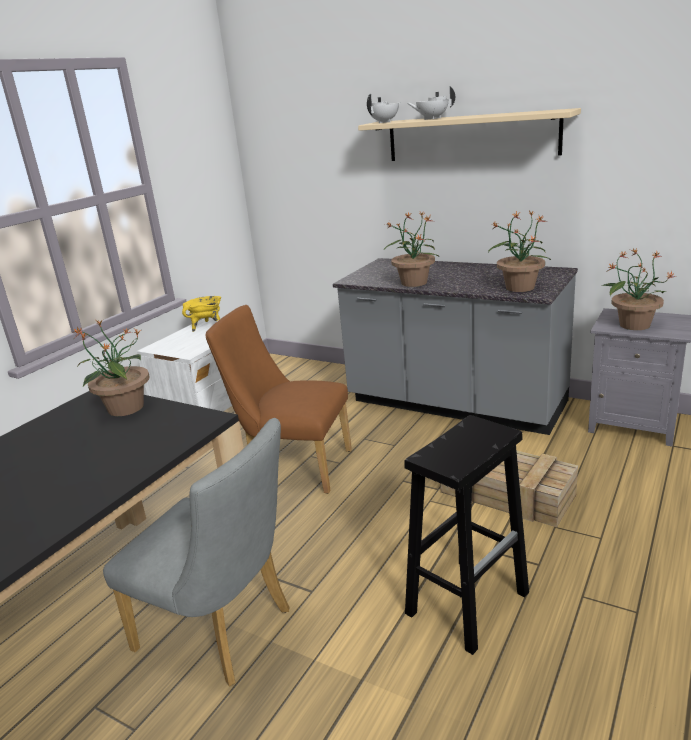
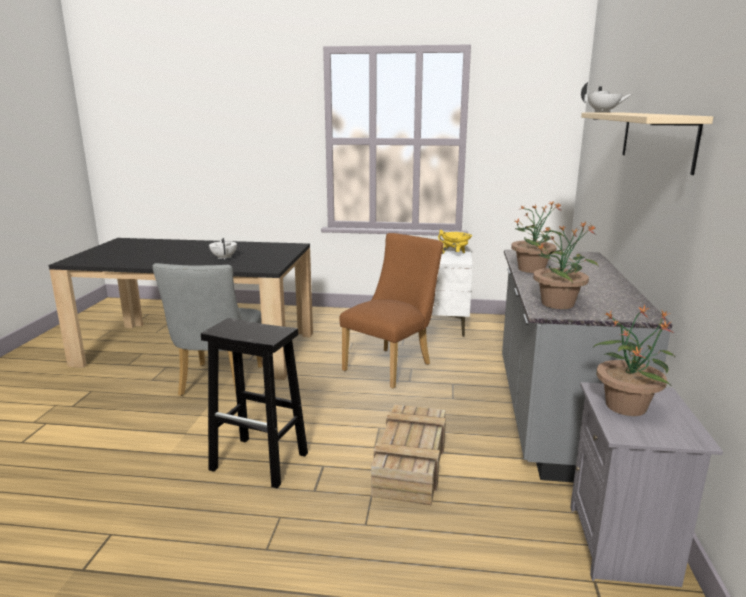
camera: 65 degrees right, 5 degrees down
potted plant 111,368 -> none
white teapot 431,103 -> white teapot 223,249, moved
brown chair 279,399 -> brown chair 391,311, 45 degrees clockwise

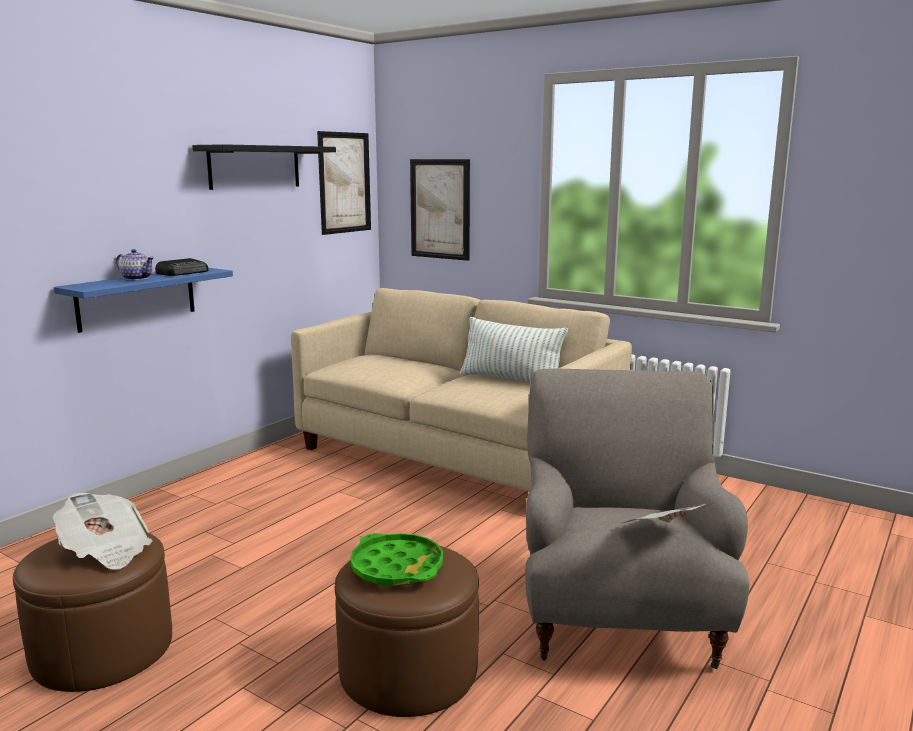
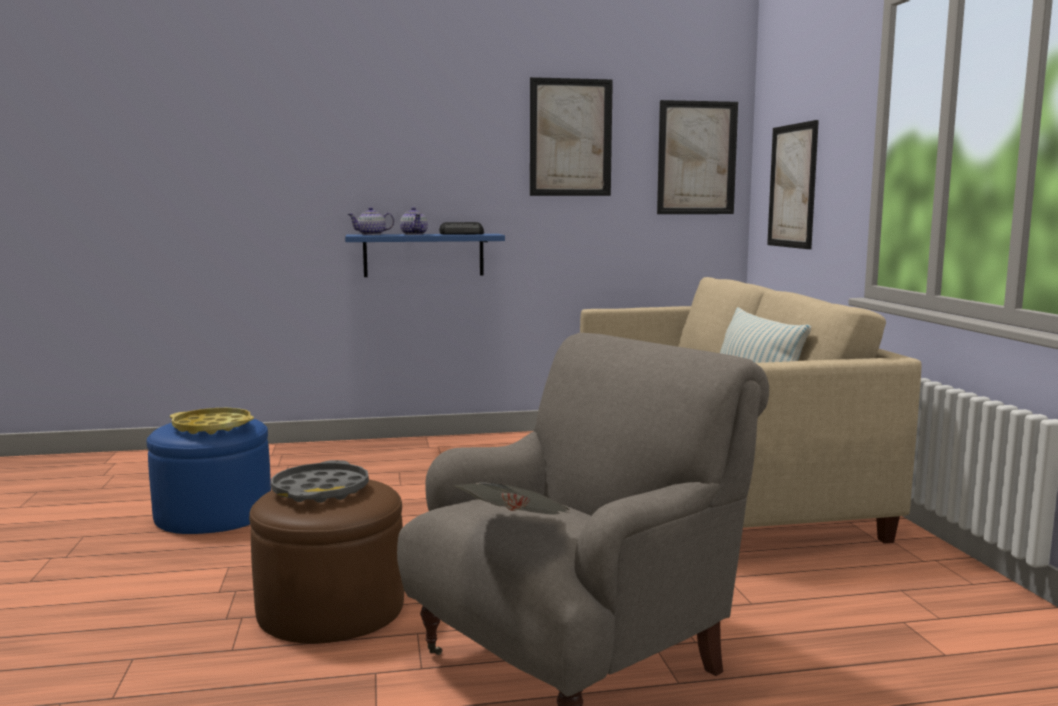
camera: 45 degrees right, 5 degrees down
none -> teapot 371,221
newspaper 102,531 -> yellow tray 212,421
black shelf 264,167 -> picture 571,136
brown ottoman 92,612 -> blue ottoman 209,476
green tray 396,560 -> grey tray 320,481

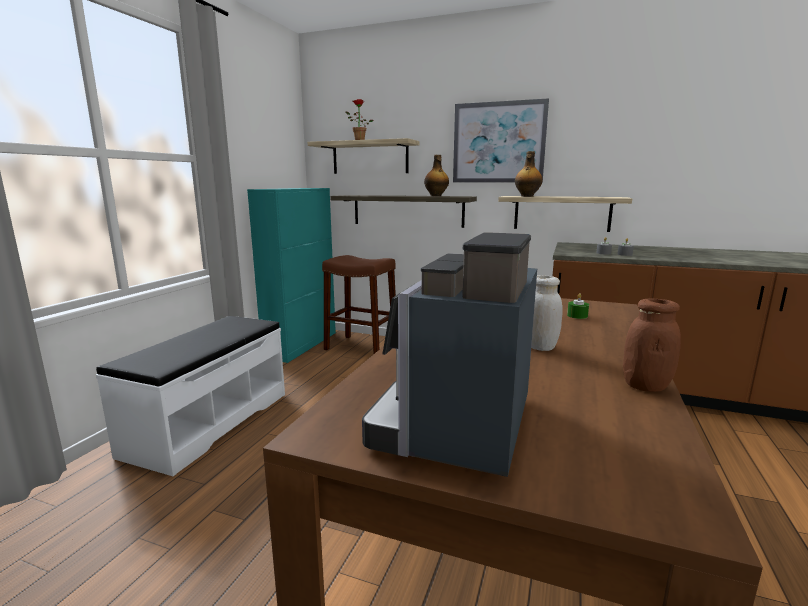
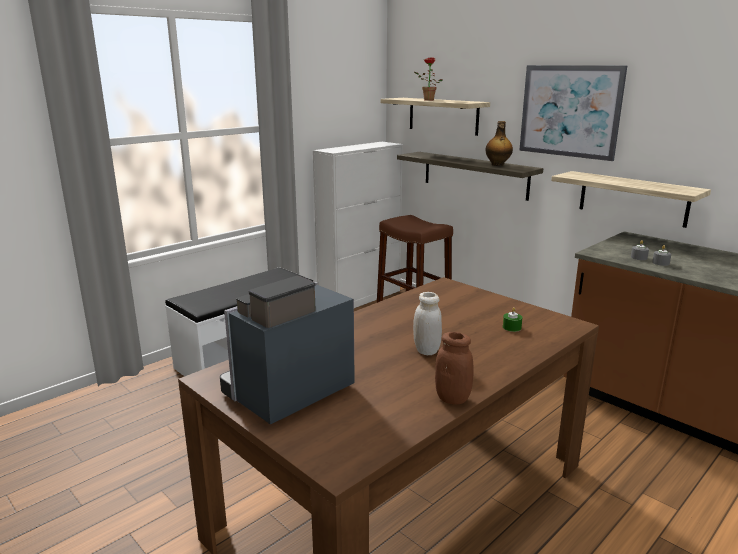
camera: 25 degrees right, 5 degrees up
bottle 528,174 -> none
turquoise cabinet 291,275 -> white cabinet 358,225

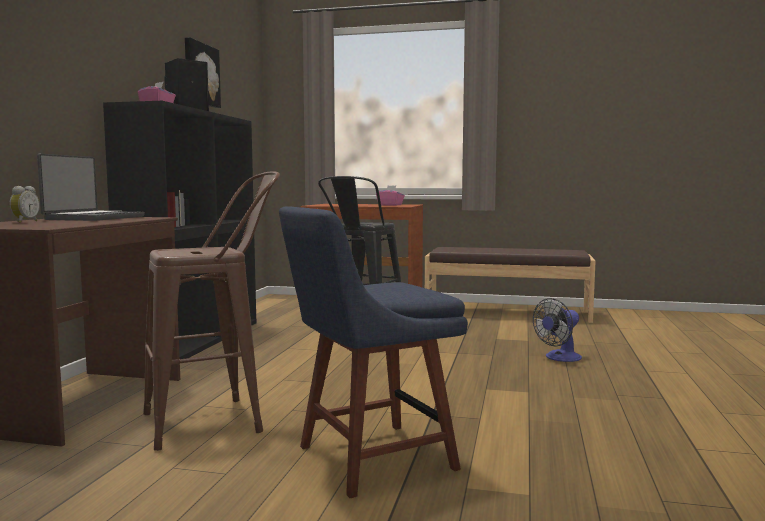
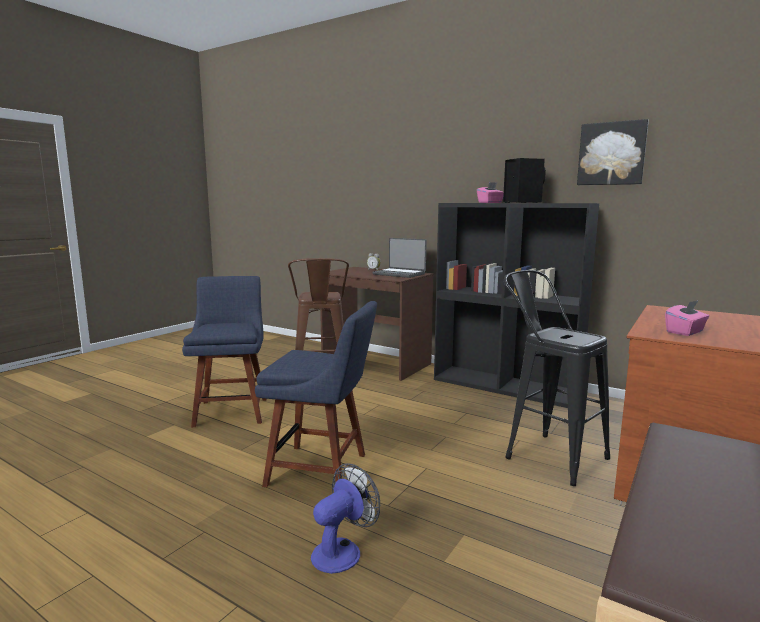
camera: 110 degrees right, 5 degrees up
none -> blue chair 316,394
fan 557,330 -> fan 345,518, 60 degrees clockwise

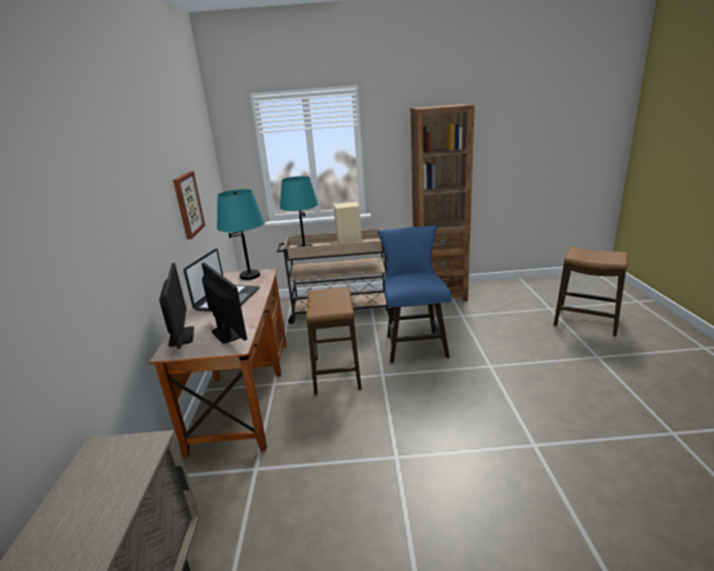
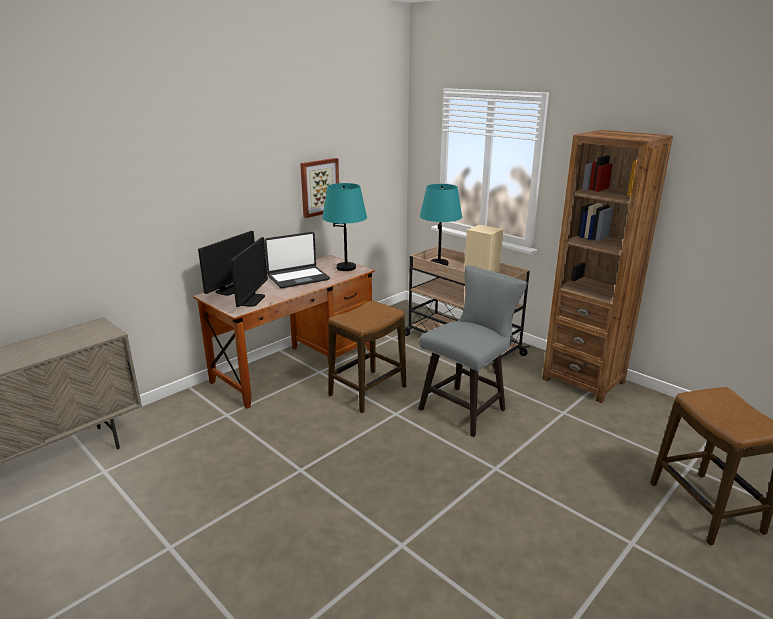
camera: 45 degrees right, 0 degrees up
blue chair 414,294 -> grey chair 472,351

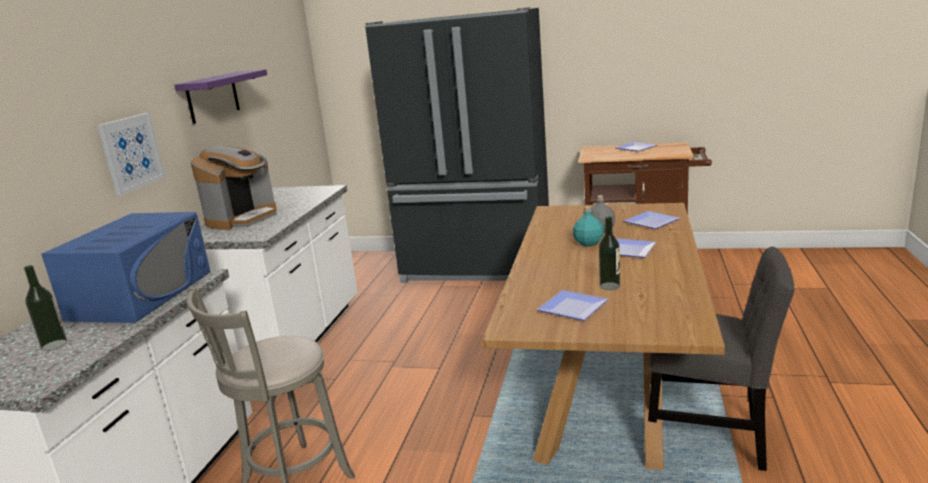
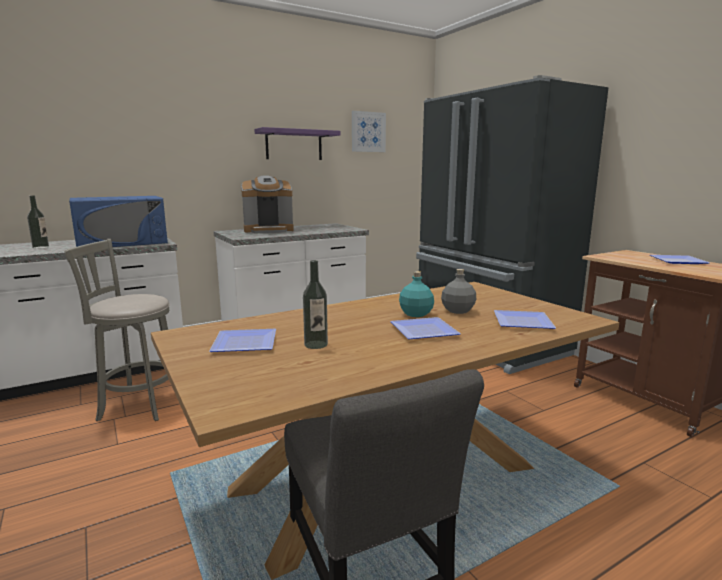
camera: 45 degrees right, 5 degrees down
picture 131,154 -> picture 369,131, moved

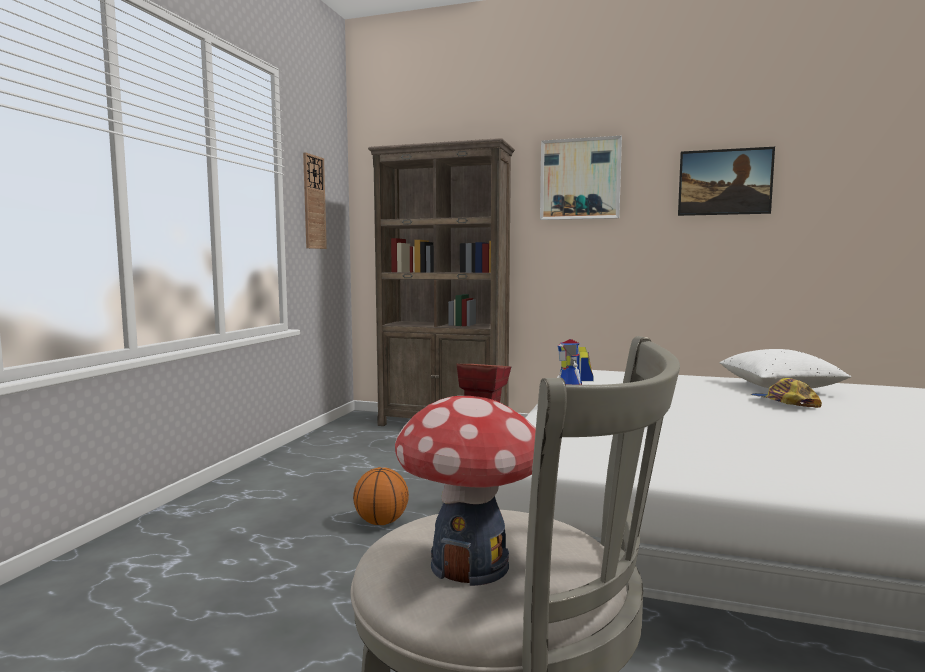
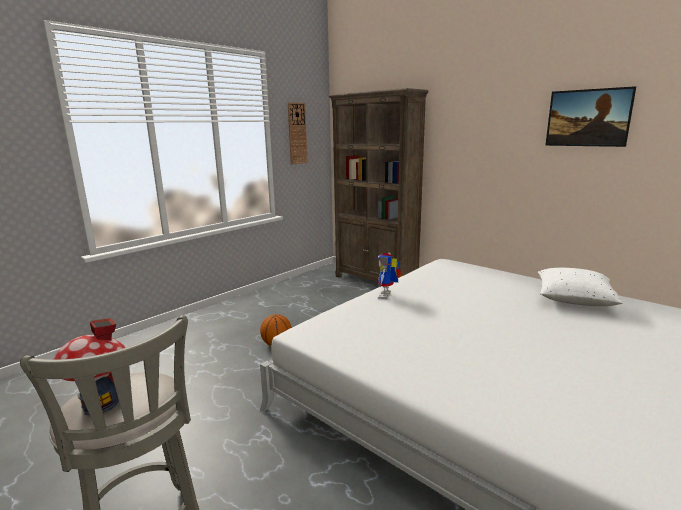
camera: 25 degrees right, 10 degrees up
picture 581,178 -> none
cap 786,393 -> none

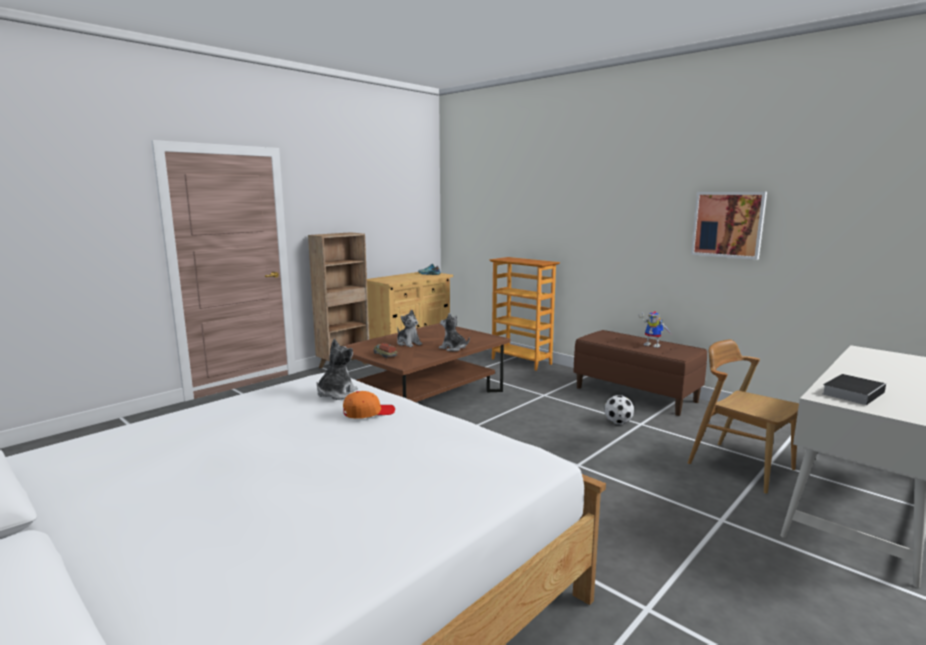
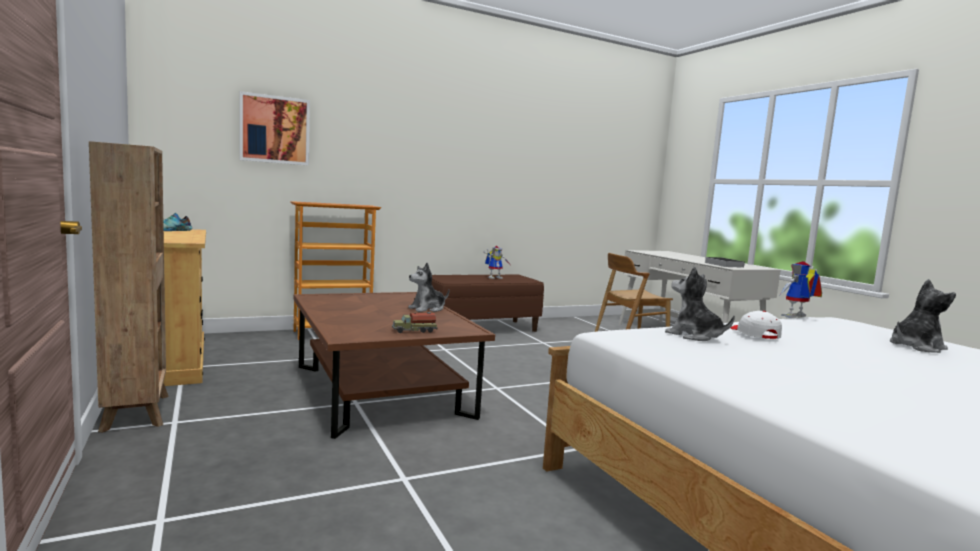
camera: 70 degrees left, 5 degrees down
football 619,410 -> none
none -> toy robot 800,289
plush toy 409,328 -> plush toy 923,316, moved
picture 729,226 -> picture 274,128, moved
orange cap 369,405 -> white cap 756,325

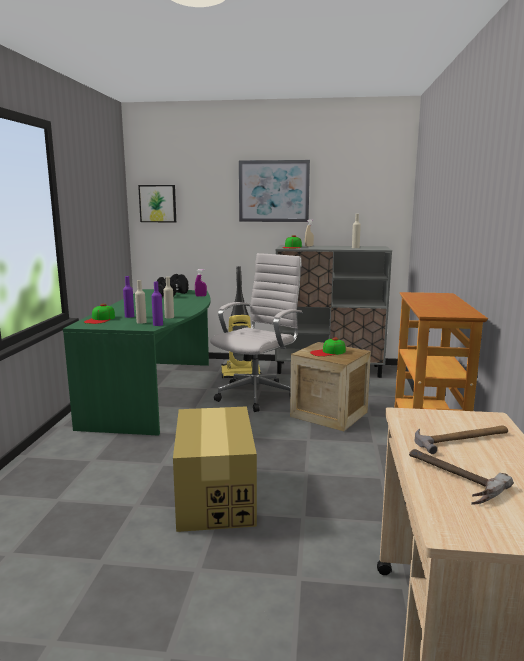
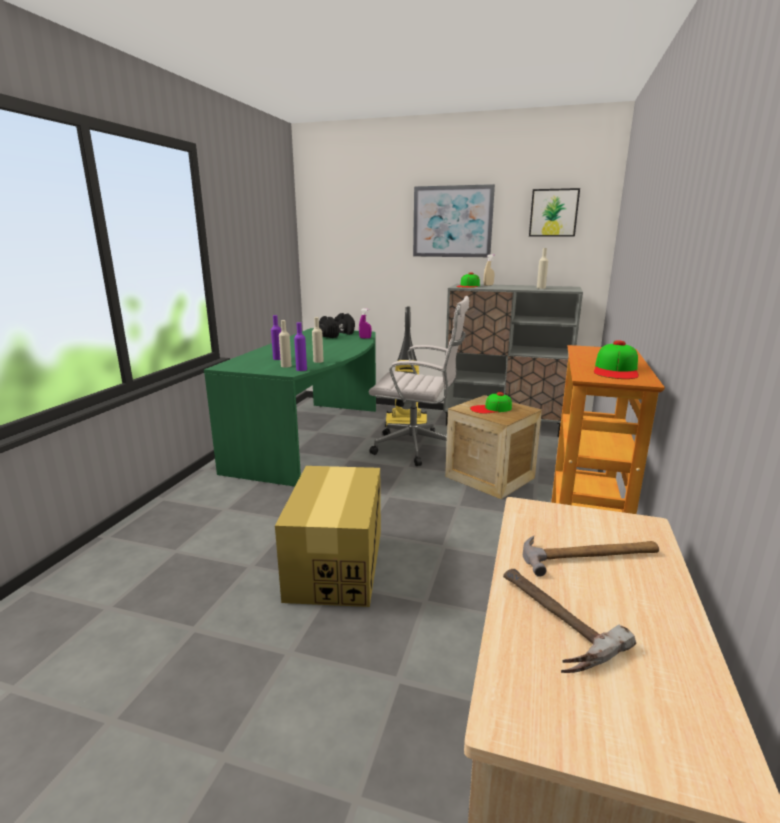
camera: 10 degrees right, 5 degrees up
cap 99,314 -> cap 616,359, moved
picture 157,203 -> picture 554,212, moved
white office chair 256,332 -> white office chair 419,381, 60 degrees clockwise

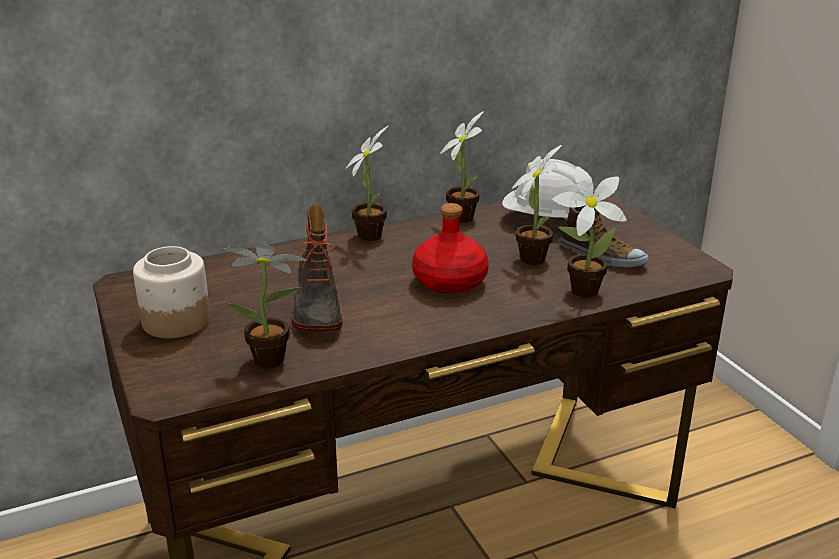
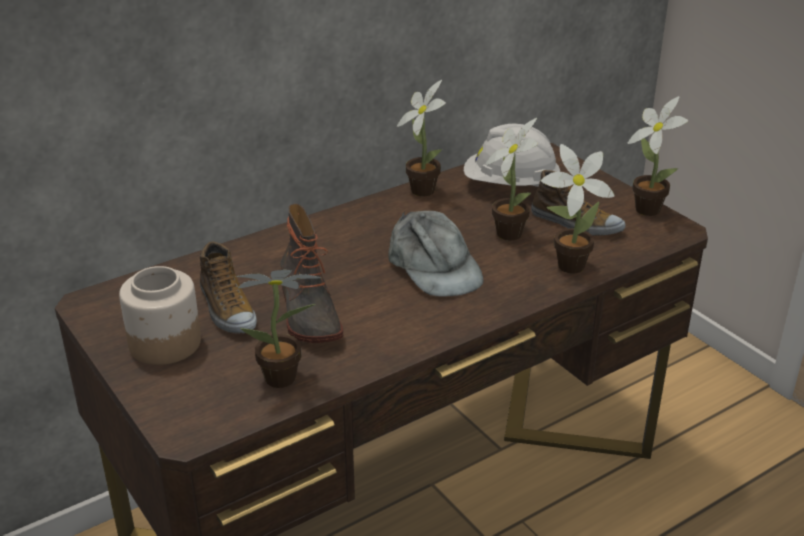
camera: 10 degrees left, 5 degrees up
none -> shoe 228,287
potted plant 367,183 -> potted plant 657,156, moved
red bottle 450,248 -> grey cap 435,254

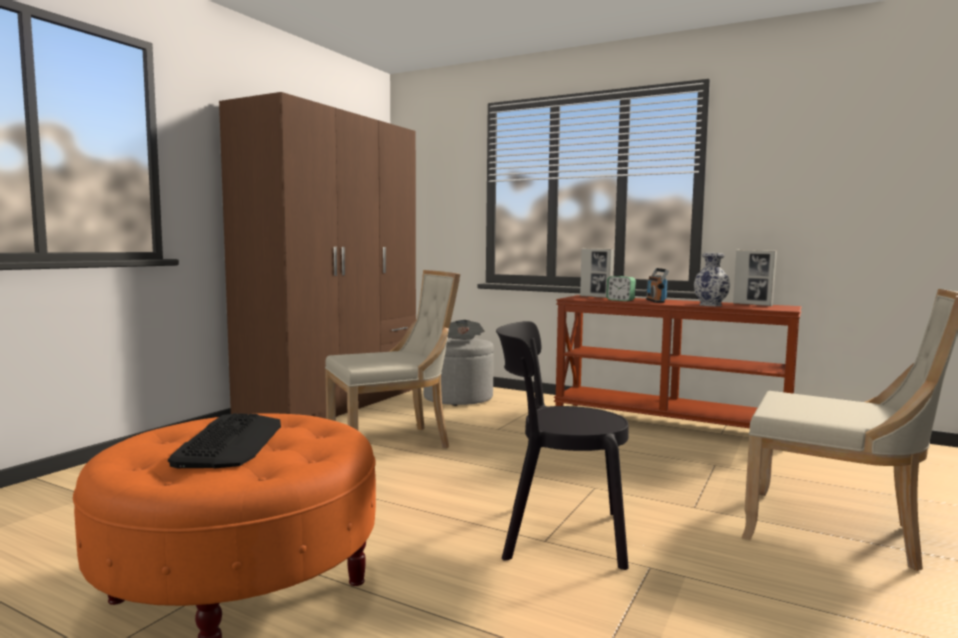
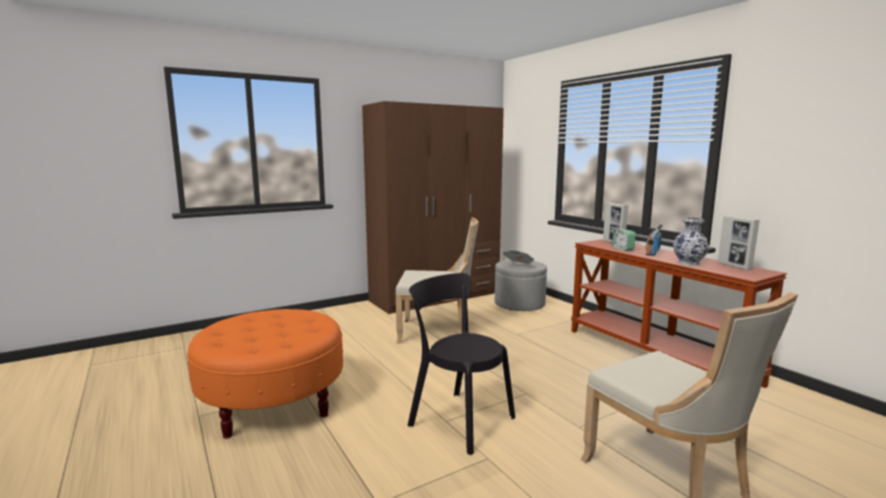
camera: 30 degrees right, 5 degrees up
keyboard 224,440 -> none

